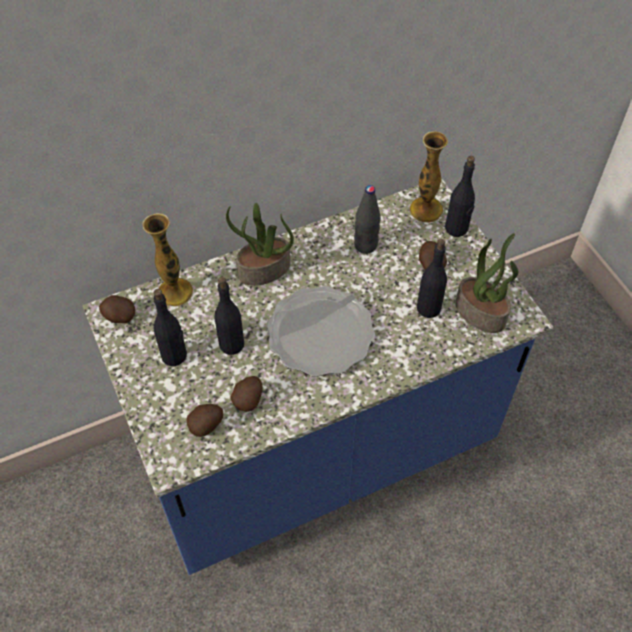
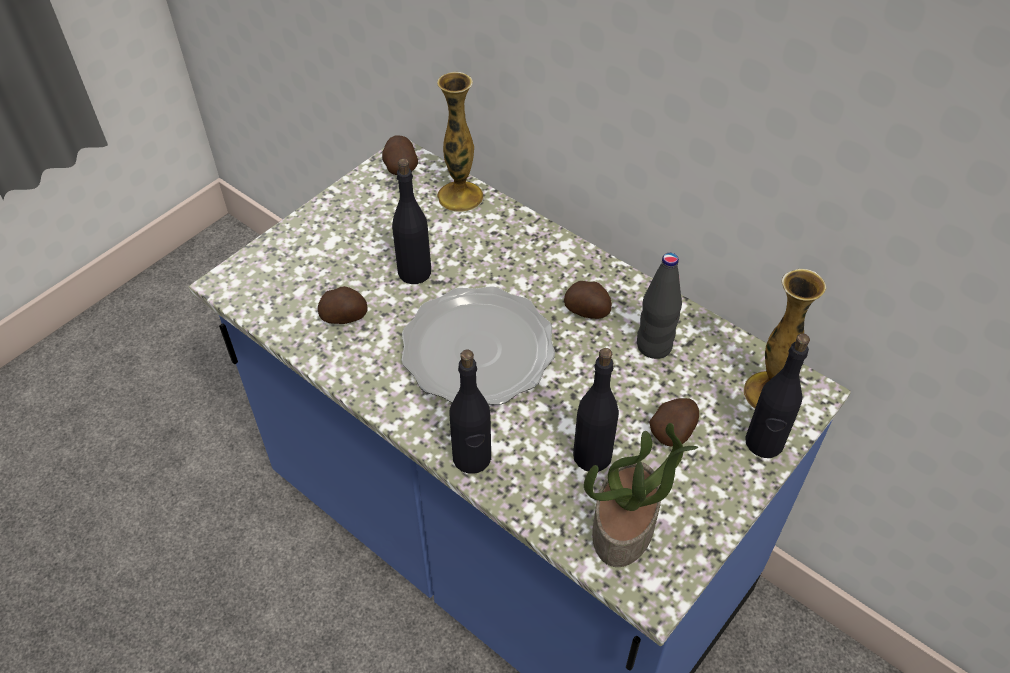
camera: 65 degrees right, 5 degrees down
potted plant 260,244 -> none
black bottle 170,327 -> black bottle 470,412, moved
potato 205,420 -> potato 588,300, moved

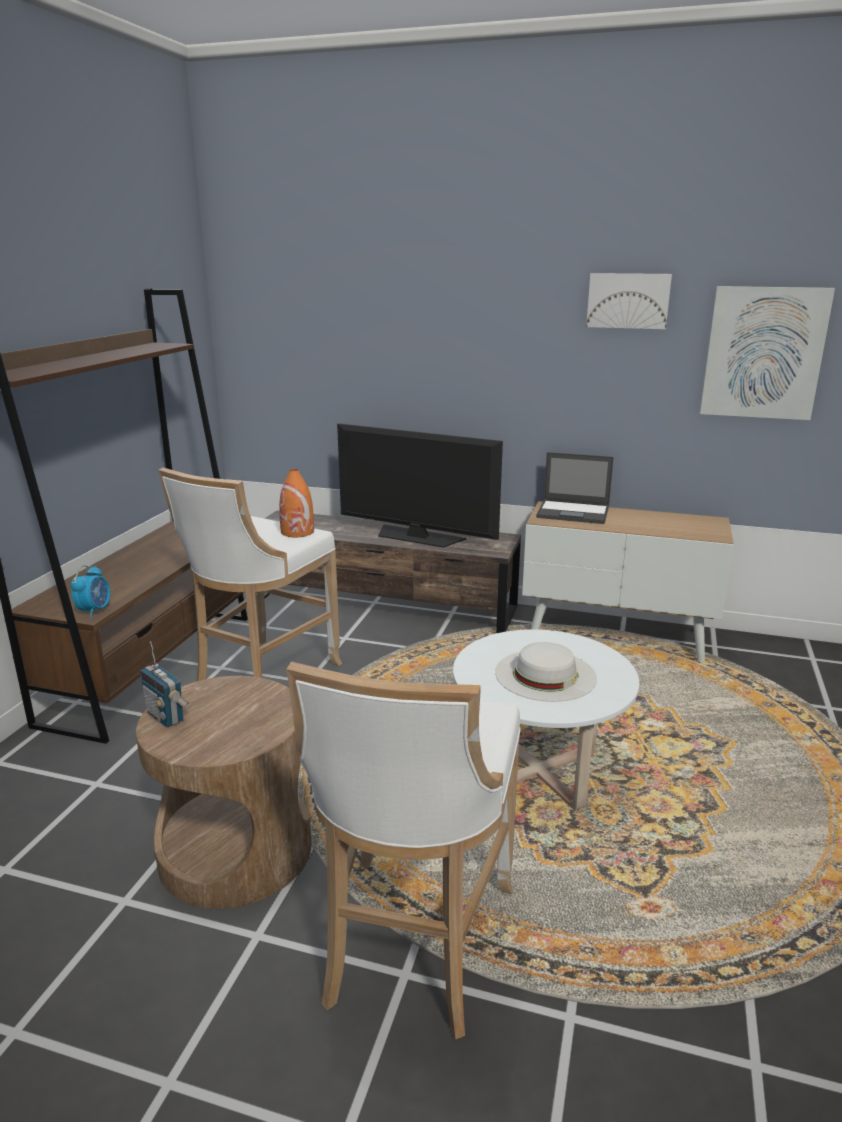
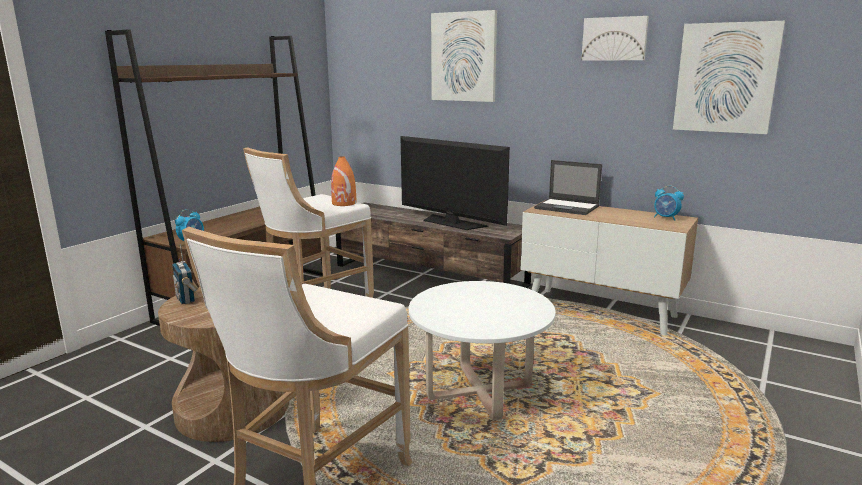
camera: 15 degrees right, 5 degrees down
white hat 546,672 -> none
none -> picture 464,56
none -> alarm clock 669,203

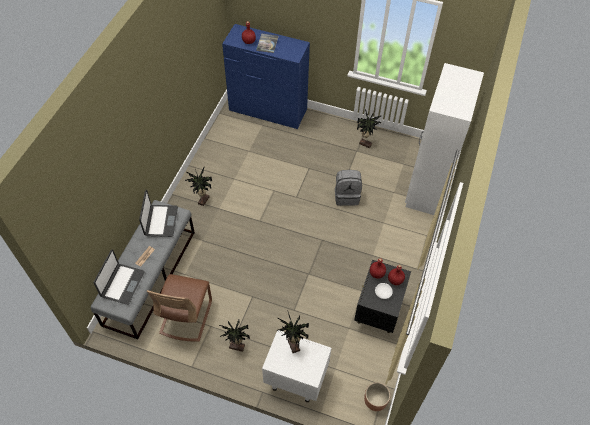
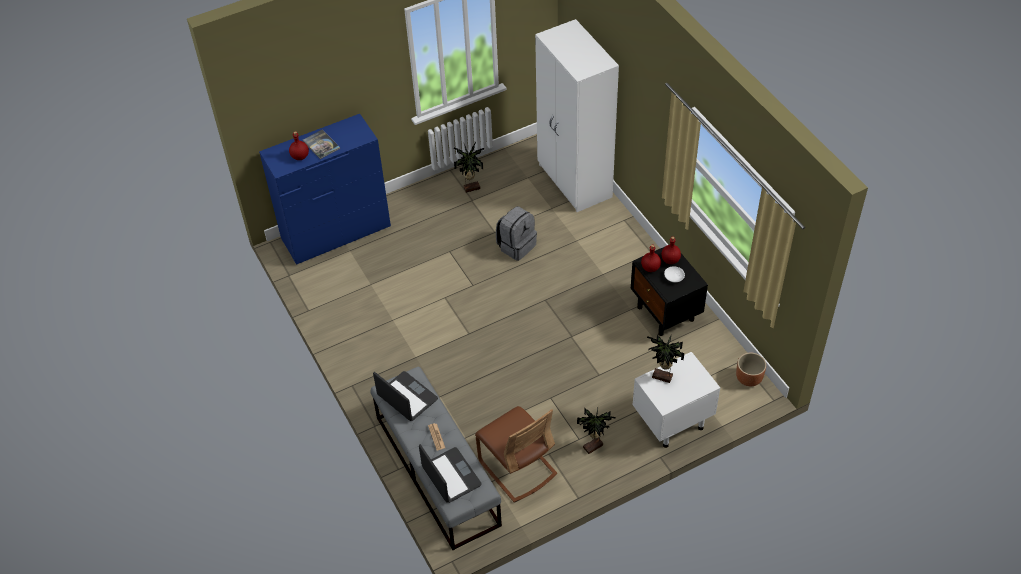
camera: 45 degrees left, 5 degrees down
potted plant 198,186 -> none

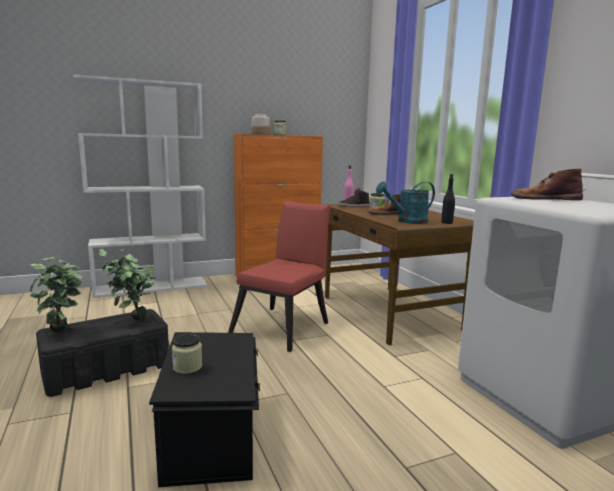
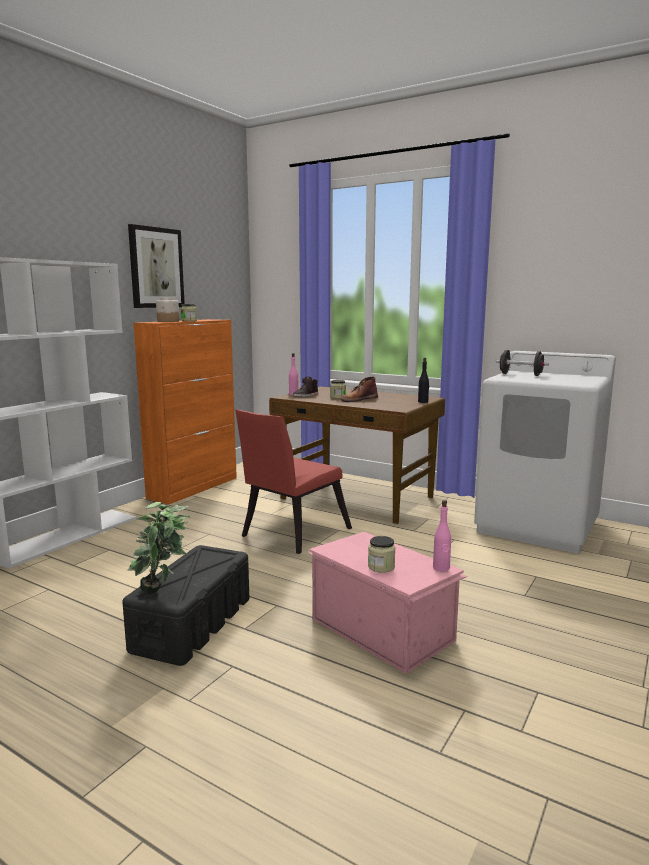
camera: 35 degrees left, 0 degrees up
potted plant 127,284 -> none
turquoise watering can 405,202 -> none
none -> picture 156,266
none -> pink bottle 442,536
brown boot 547,184 -> black dumbbell 522,363
black storage box 204,409 -> pink storage box 388,603
red chair 279,276 -> red chair 293,482, 135 degrees counterclockwise

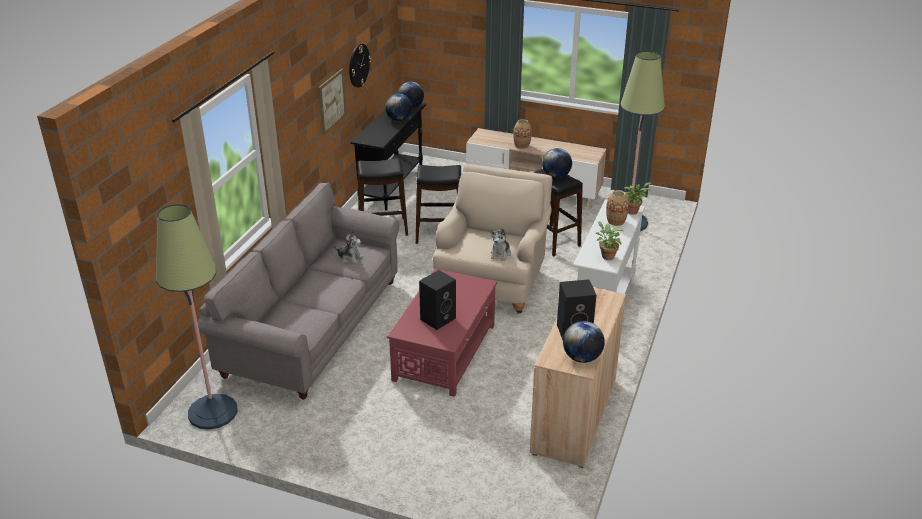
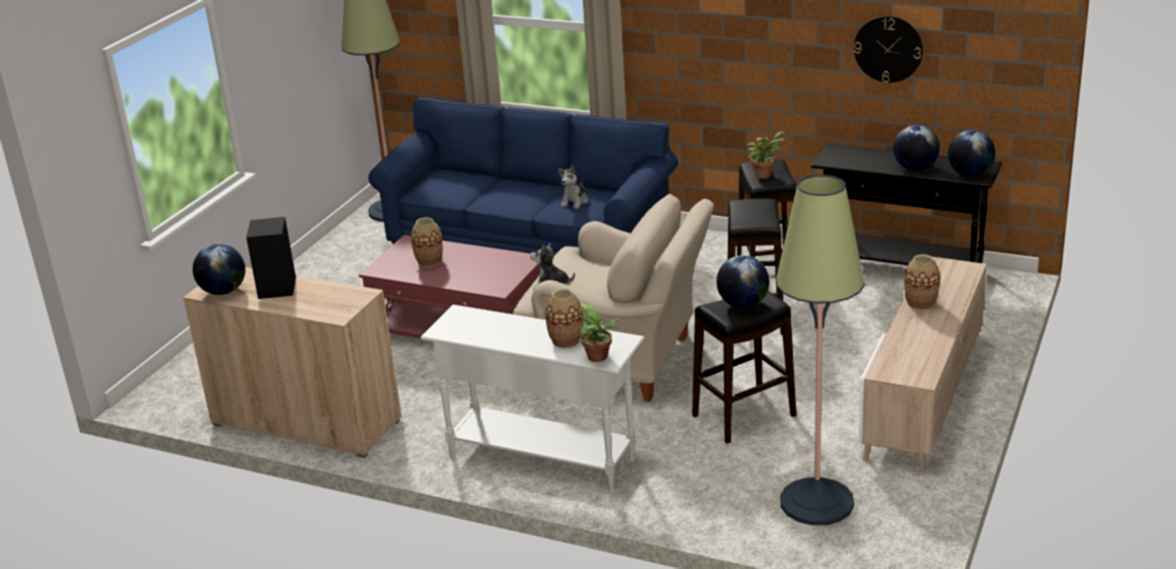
camera: 95 degrees right, 5 degrees down
picture 332,102 -> none
potted plant 609,241 -> potted plant 766,155, moved
black speaker 437,300 -> vase 427,242
grey sofa 298,291 -> blue sofa 523,177

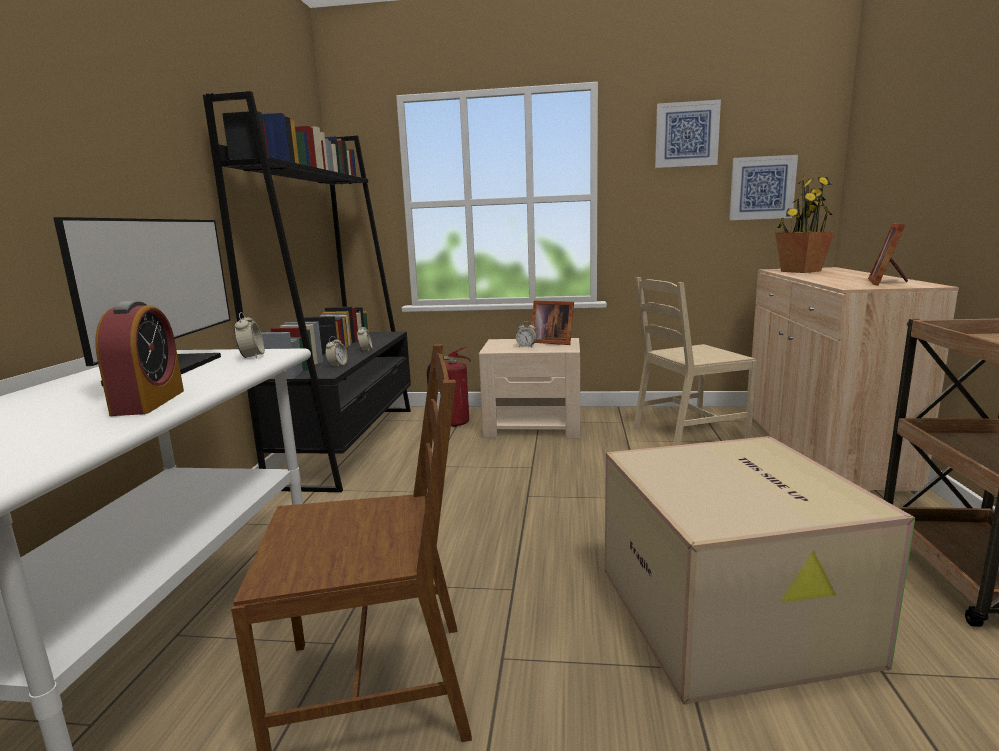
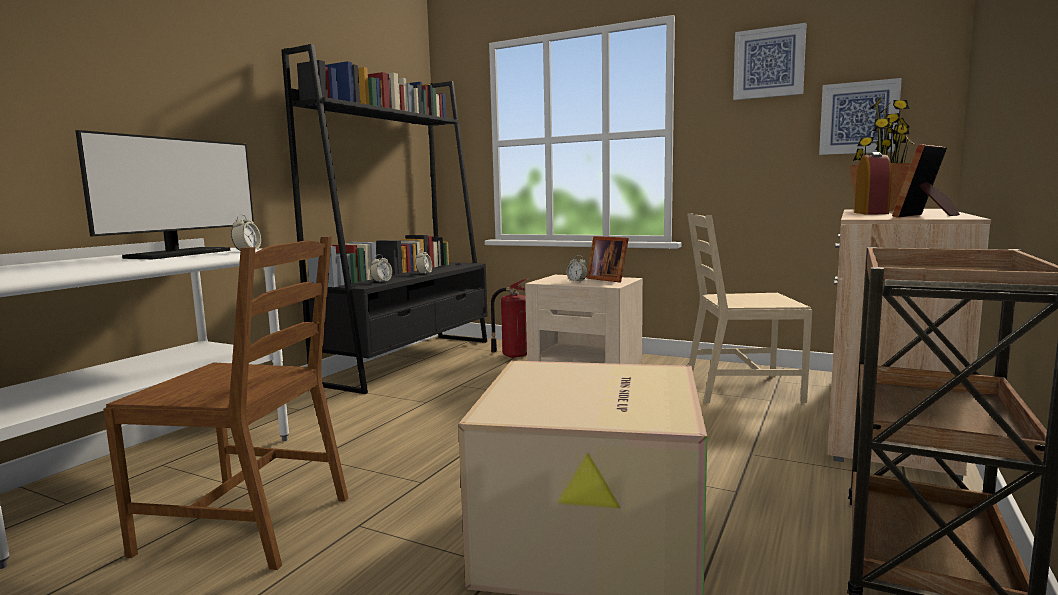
camera: 20 degrees right, 5 degrees down
alarm clock 139,358 -> alarm clock 873,183, moved

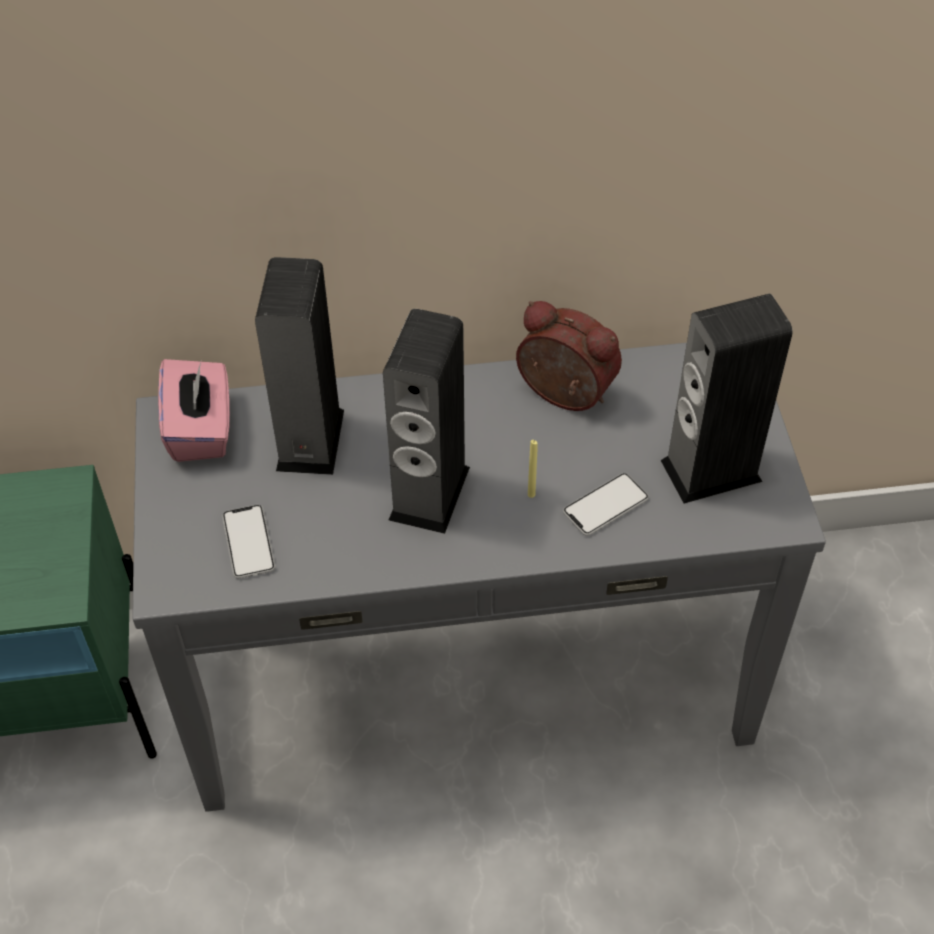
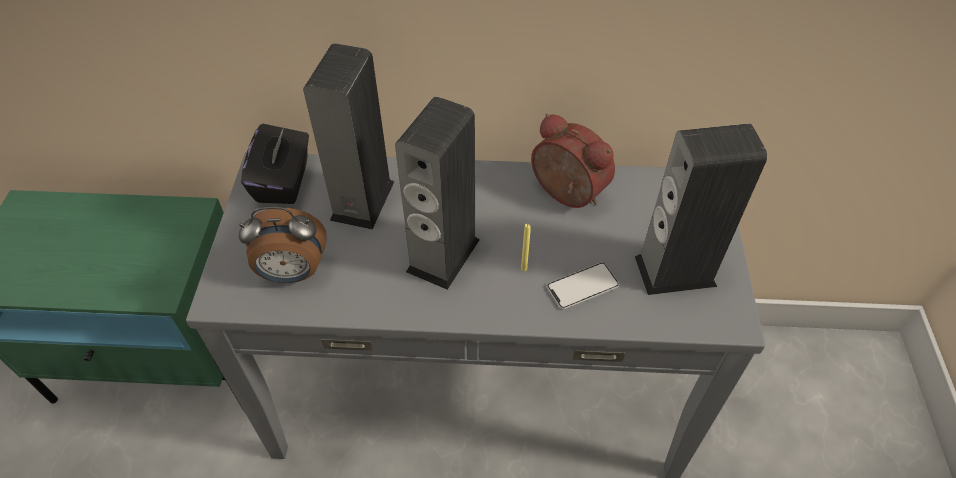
camera: 10 degrees right, 0 degrees up
phone 248,542 -> alarm clock 283,245
pink tissue box 194,410 -> black tissue box 275,164

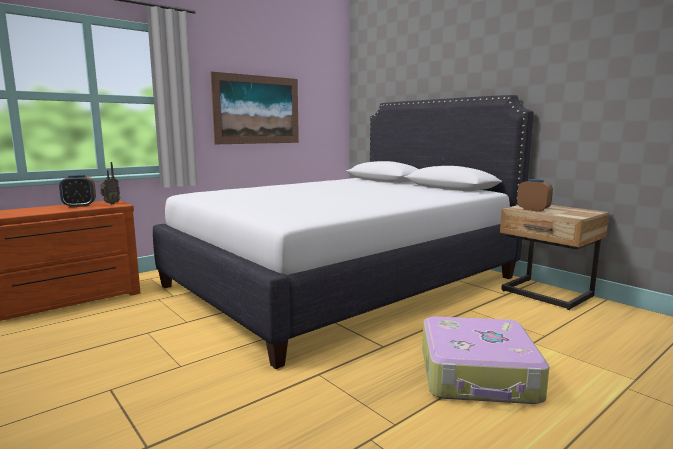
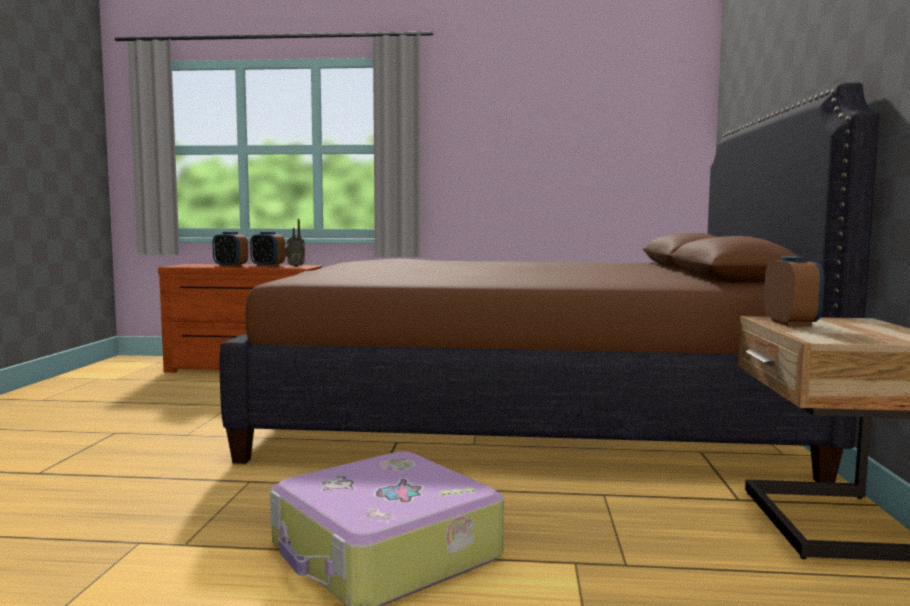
camera: 45 degrees right, 5 degrees down
picture 254,108 -> none
none -> alarm clock 230,249
white bed 343,232 -> brown bed 550,283

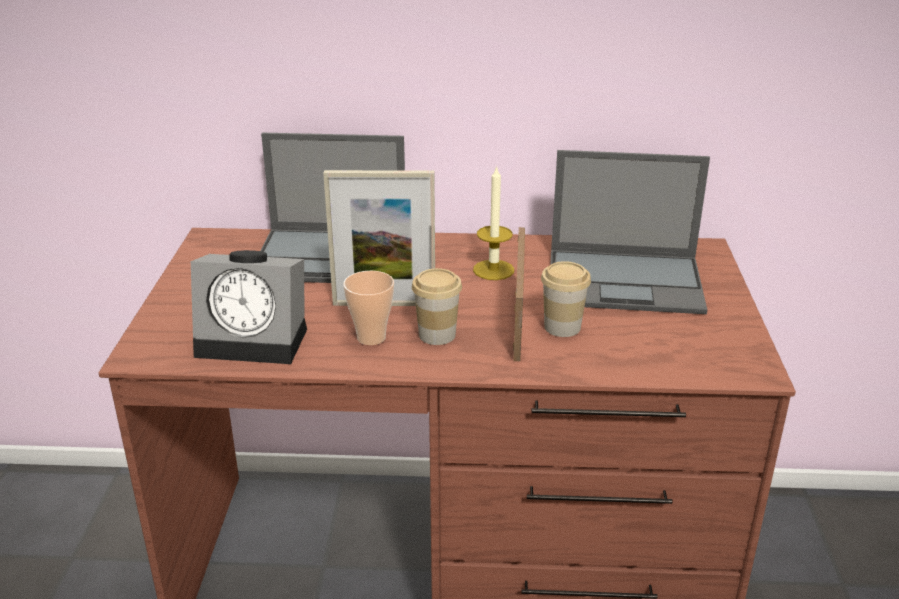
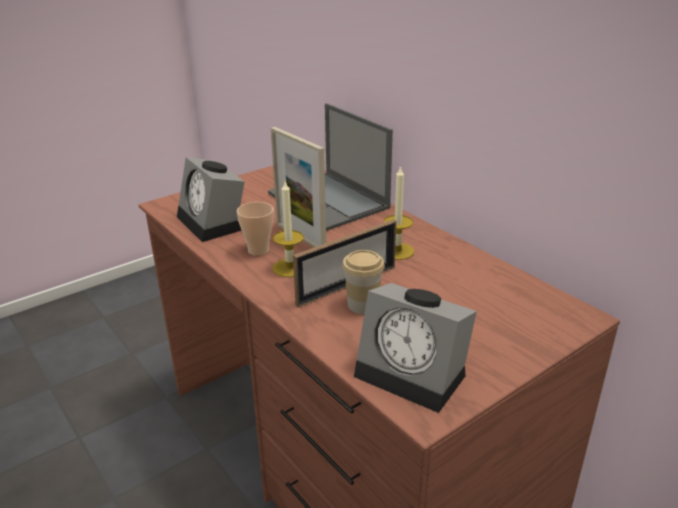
camera: 50 degrees right, 0 degrees up
laptop 630,232 -> none
none -> alarm clock 415,348
cup 437,306 -> candle 288,229

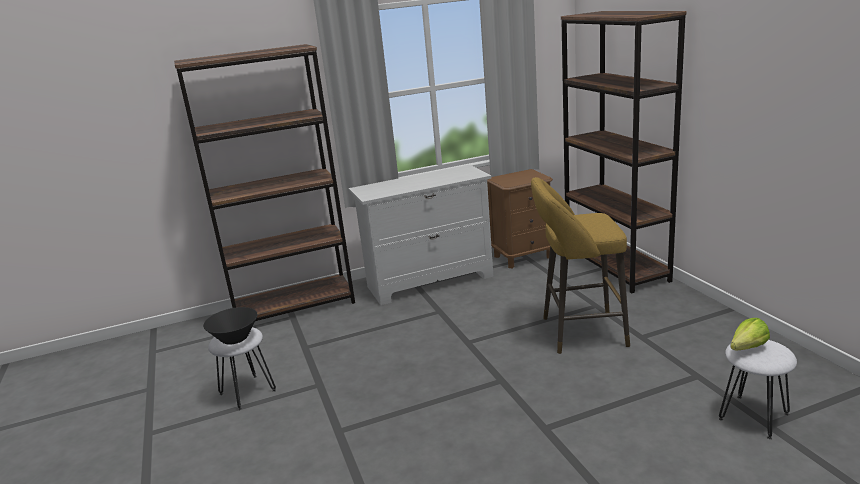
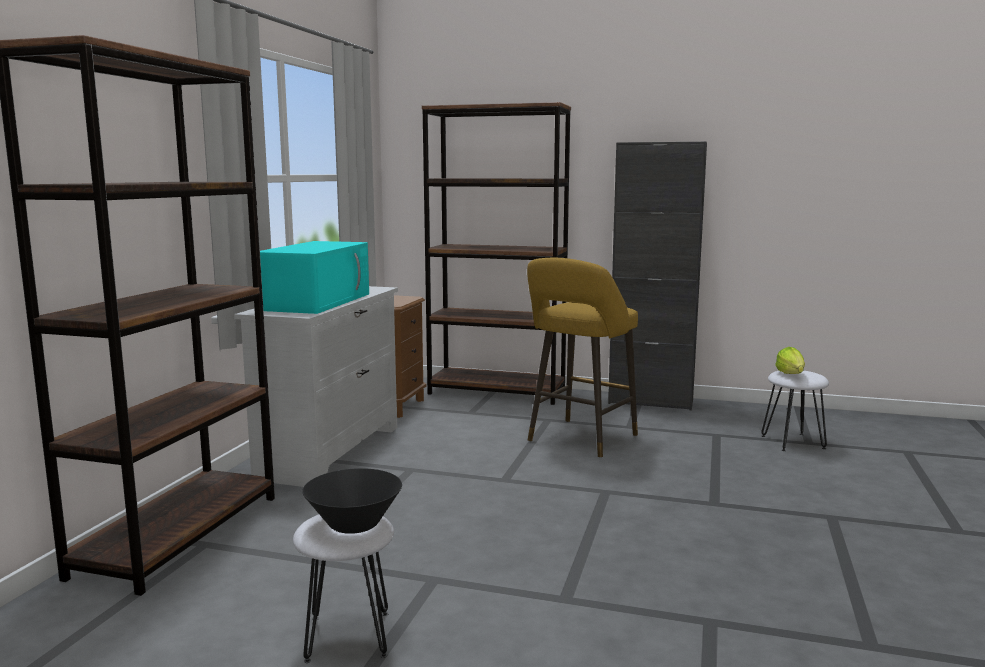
camera: 55 degrees left, 10 degrees down
none -> turquoise microwave 314,277
none -> black cabinet 657,276

